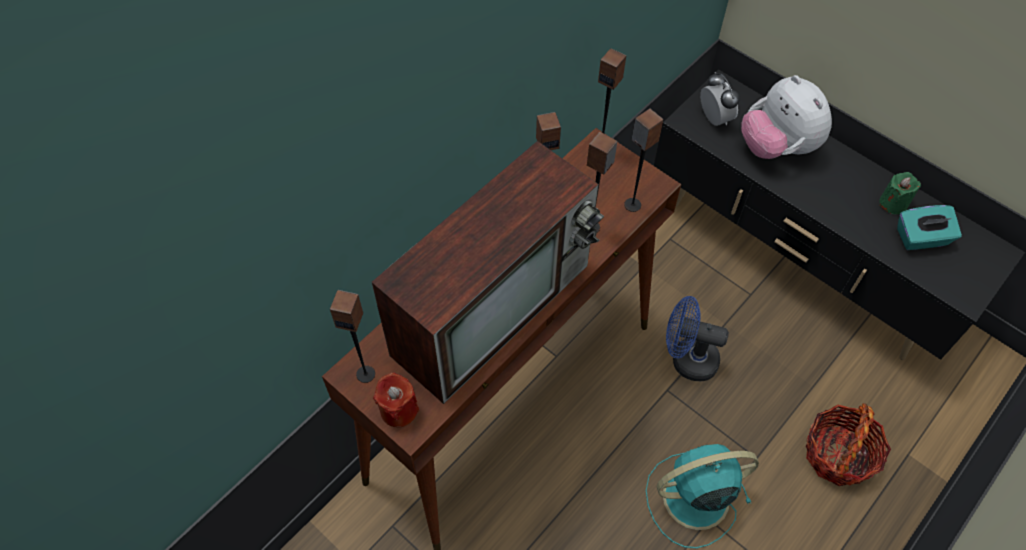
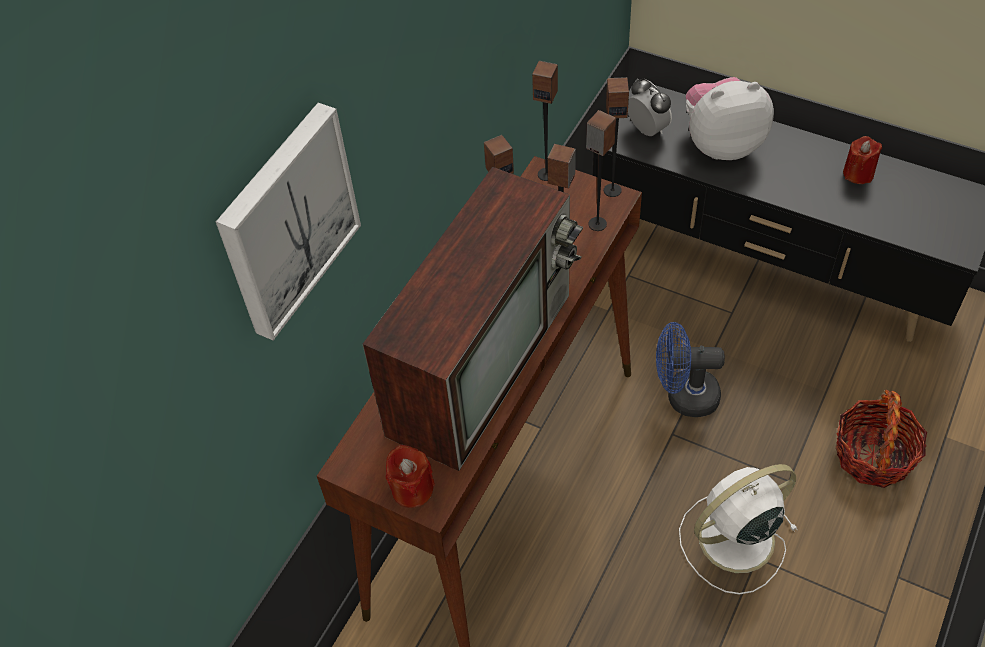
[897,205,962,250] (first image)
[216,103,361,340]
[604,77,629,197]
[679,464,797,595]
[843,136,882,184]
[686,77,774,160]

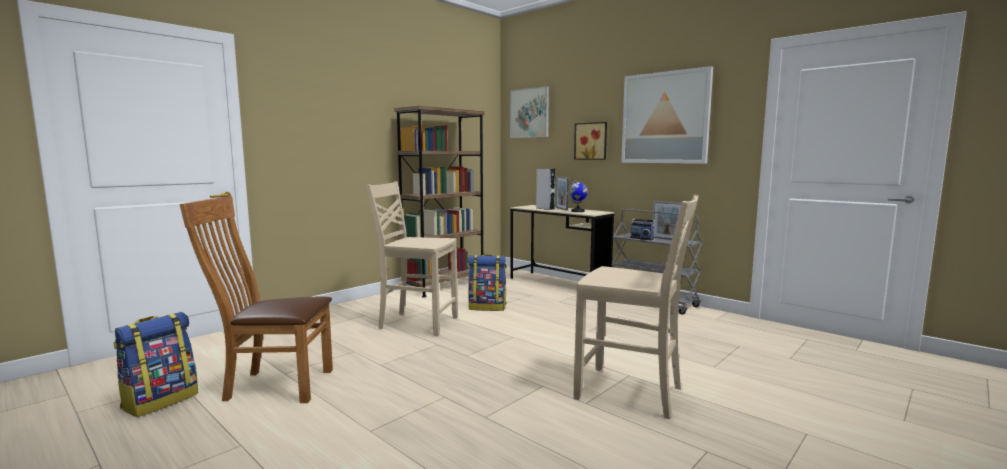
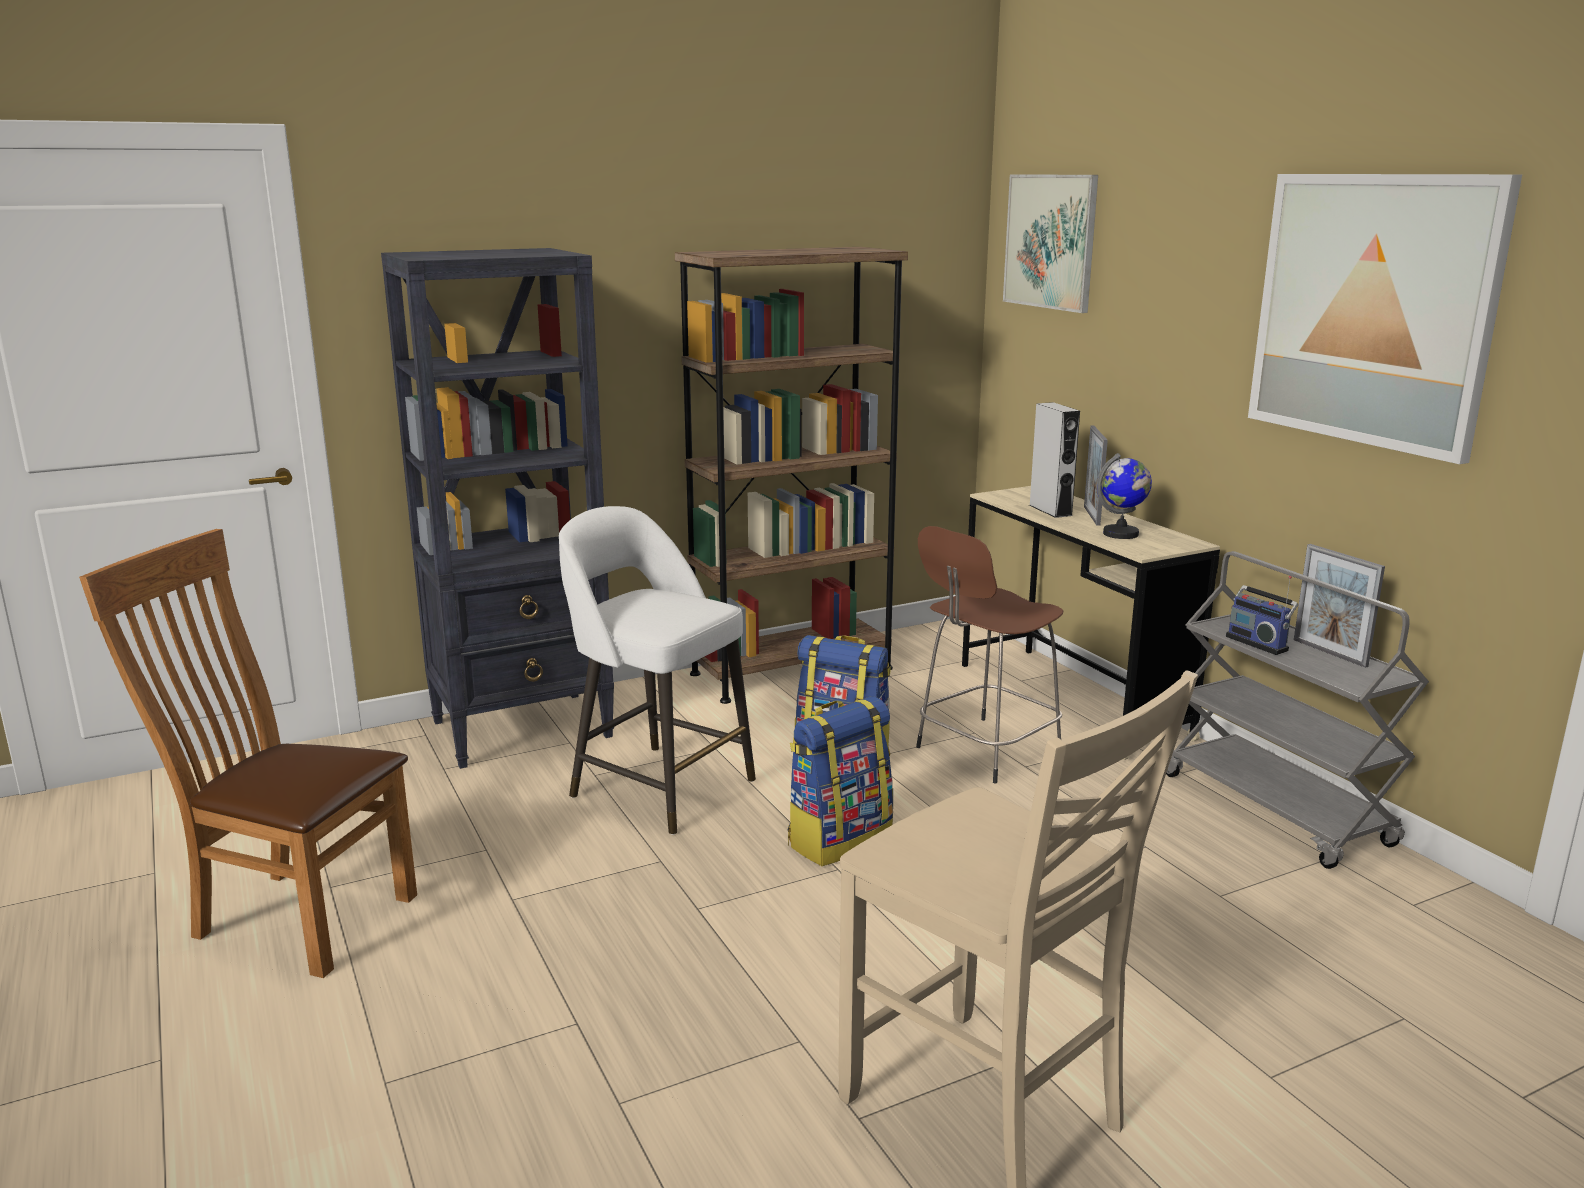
[574,122,607,160] (first image)
[381,248,614,769]
[916,526,1063,783]
[788,697,893,866]
[559,506,756,835]

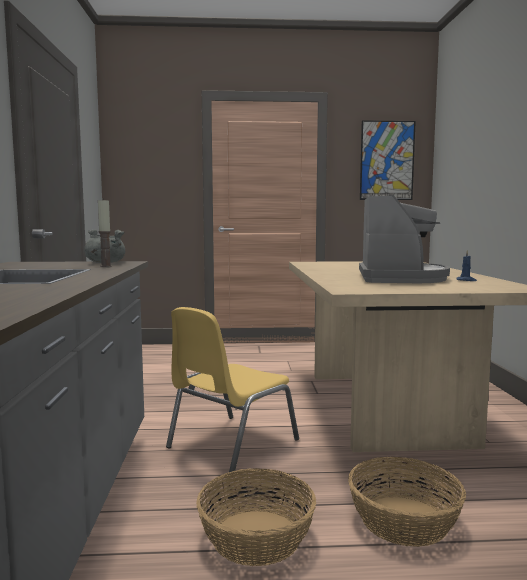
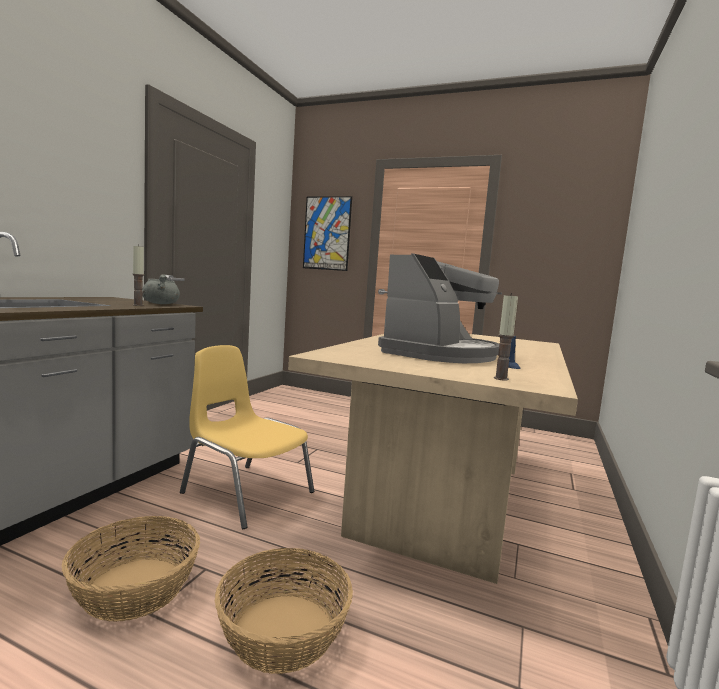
[494,293,518,381]
[303,196,352,271]
[180,345,314,529]

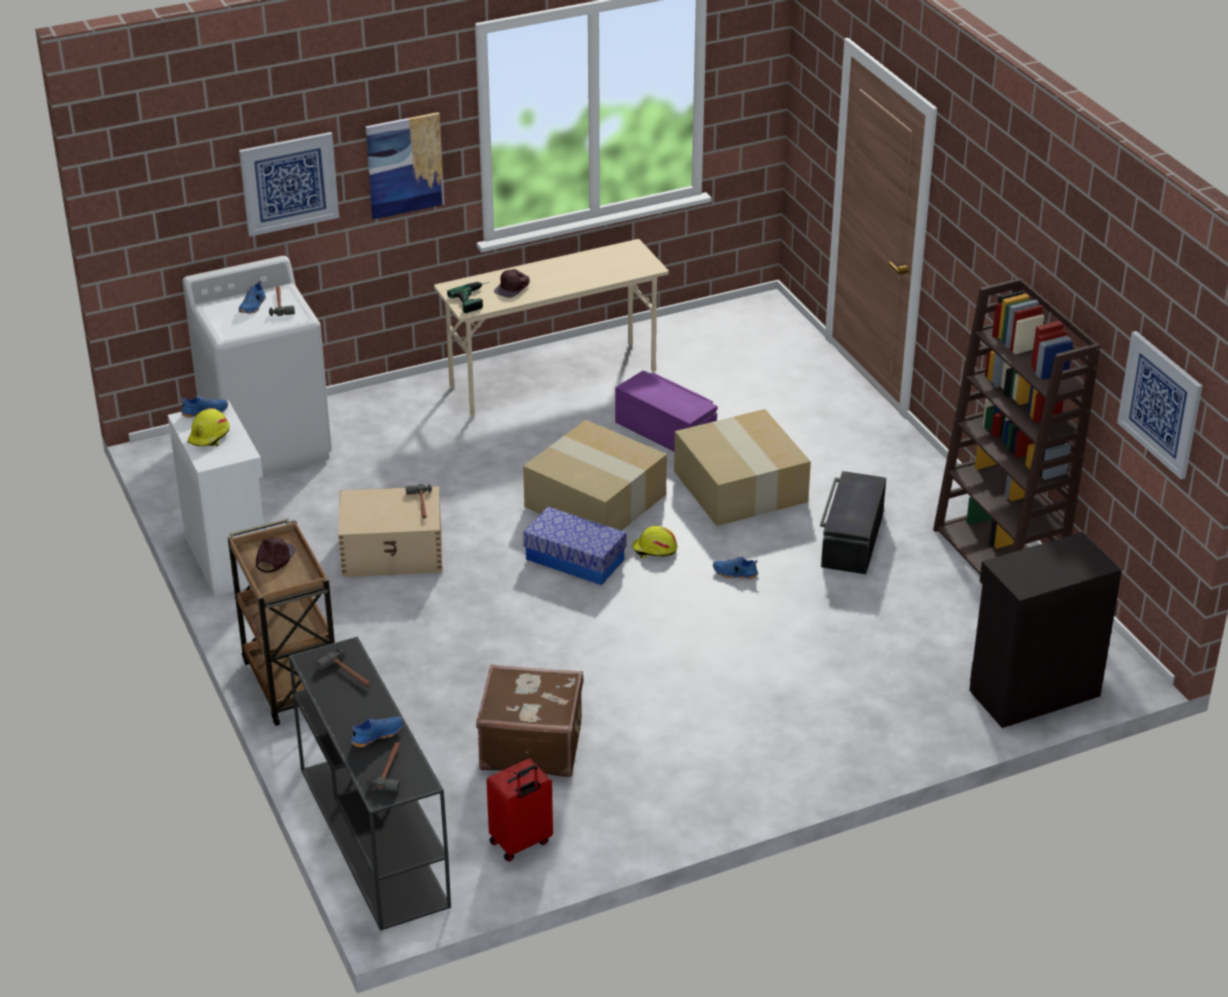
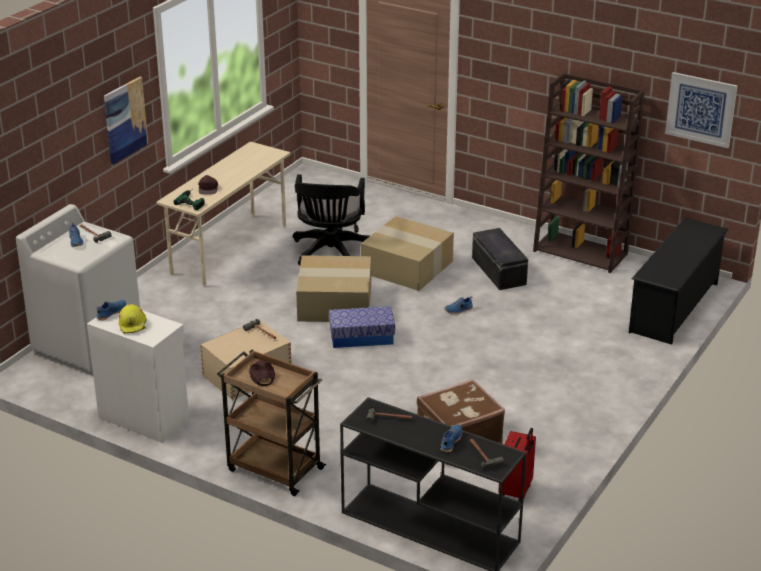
[239,132,339,237] (first image)
[632,526,677,558] (first image)
[293,174,370,265]
[629,218,728,345]

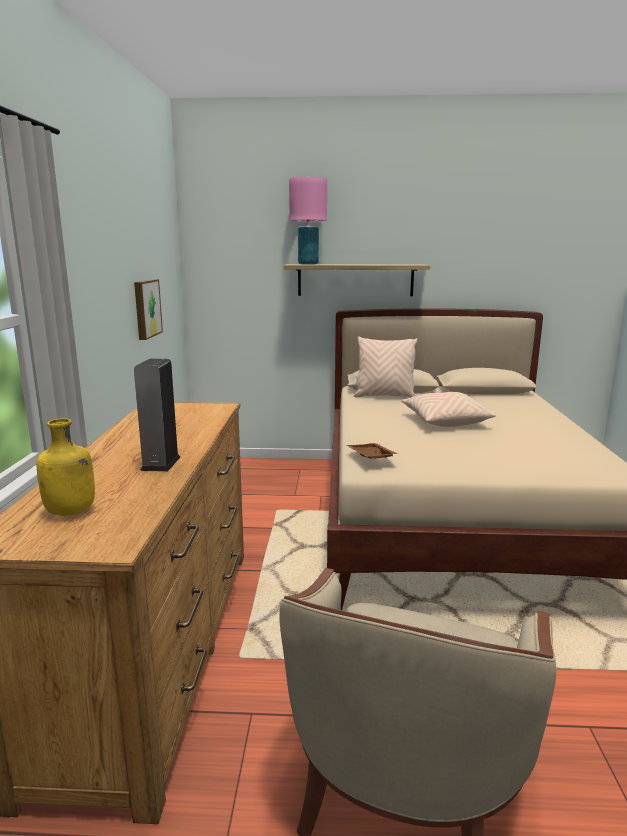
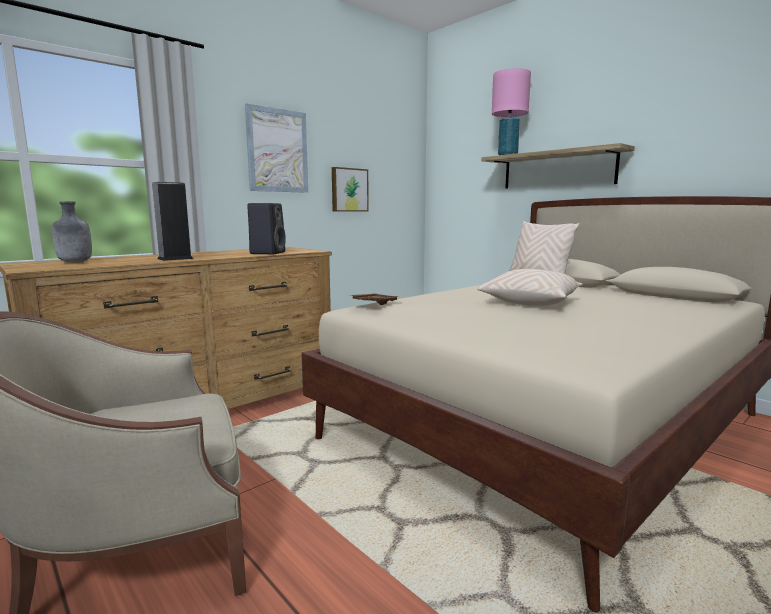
[245,103,308,193]
[247,203,286,254]
[52,201,92,263]

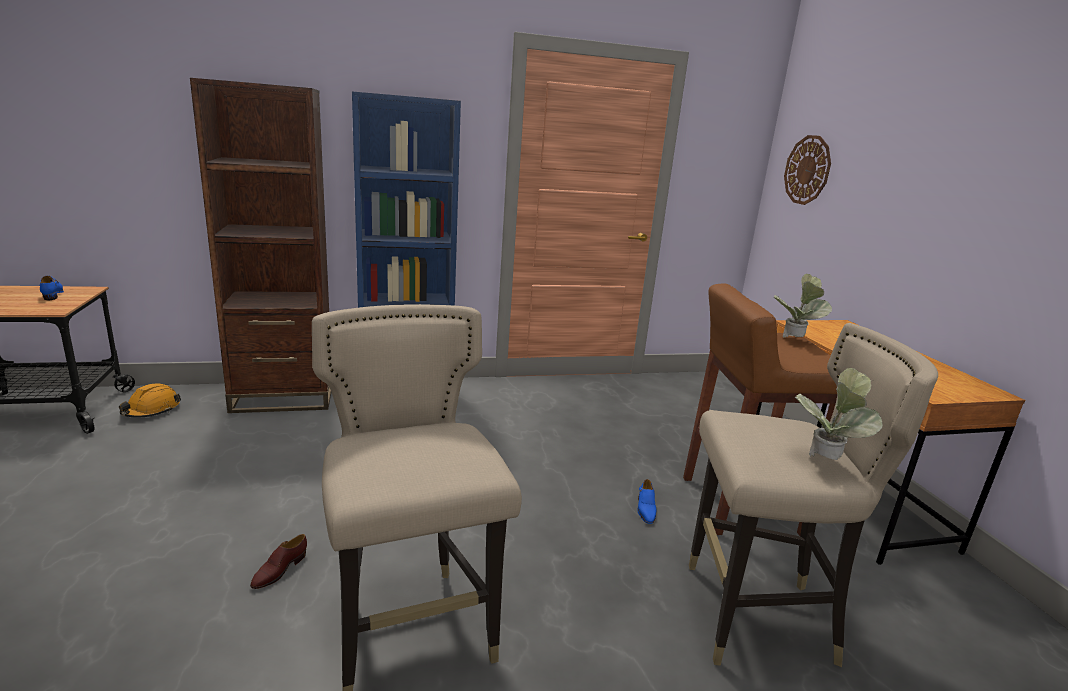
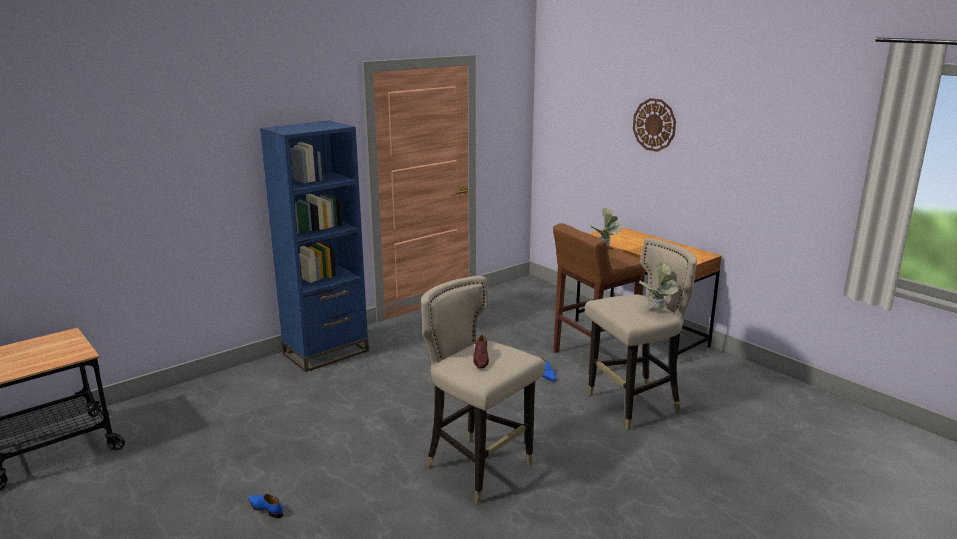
[119,384,181,417] (first image)
[190,78,331,413] (first image)
[249,494,283,518]
[473,335,489,368]
[633,98,676,152]

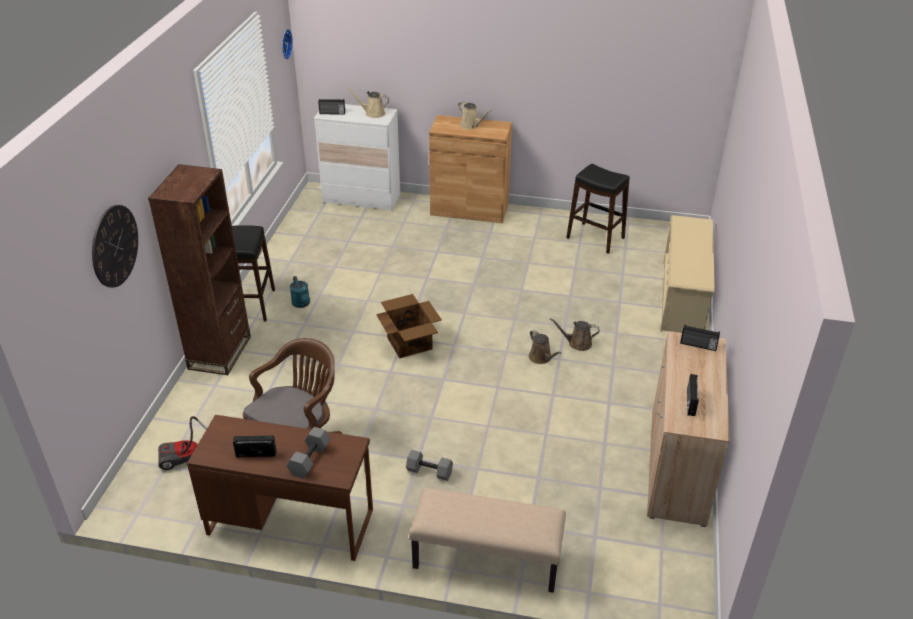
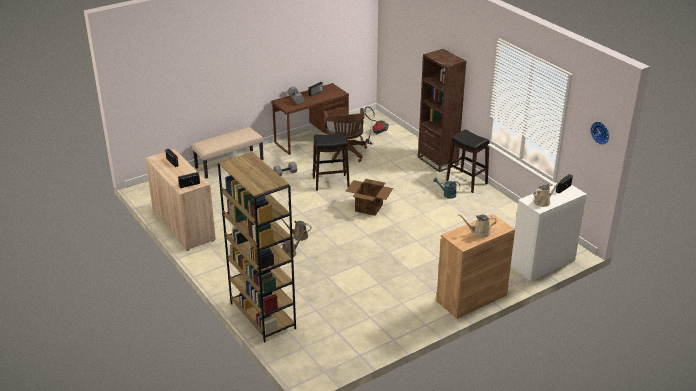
[92,205,138,288] (first image)
[313,133,350,191]
[218,152,296,343]

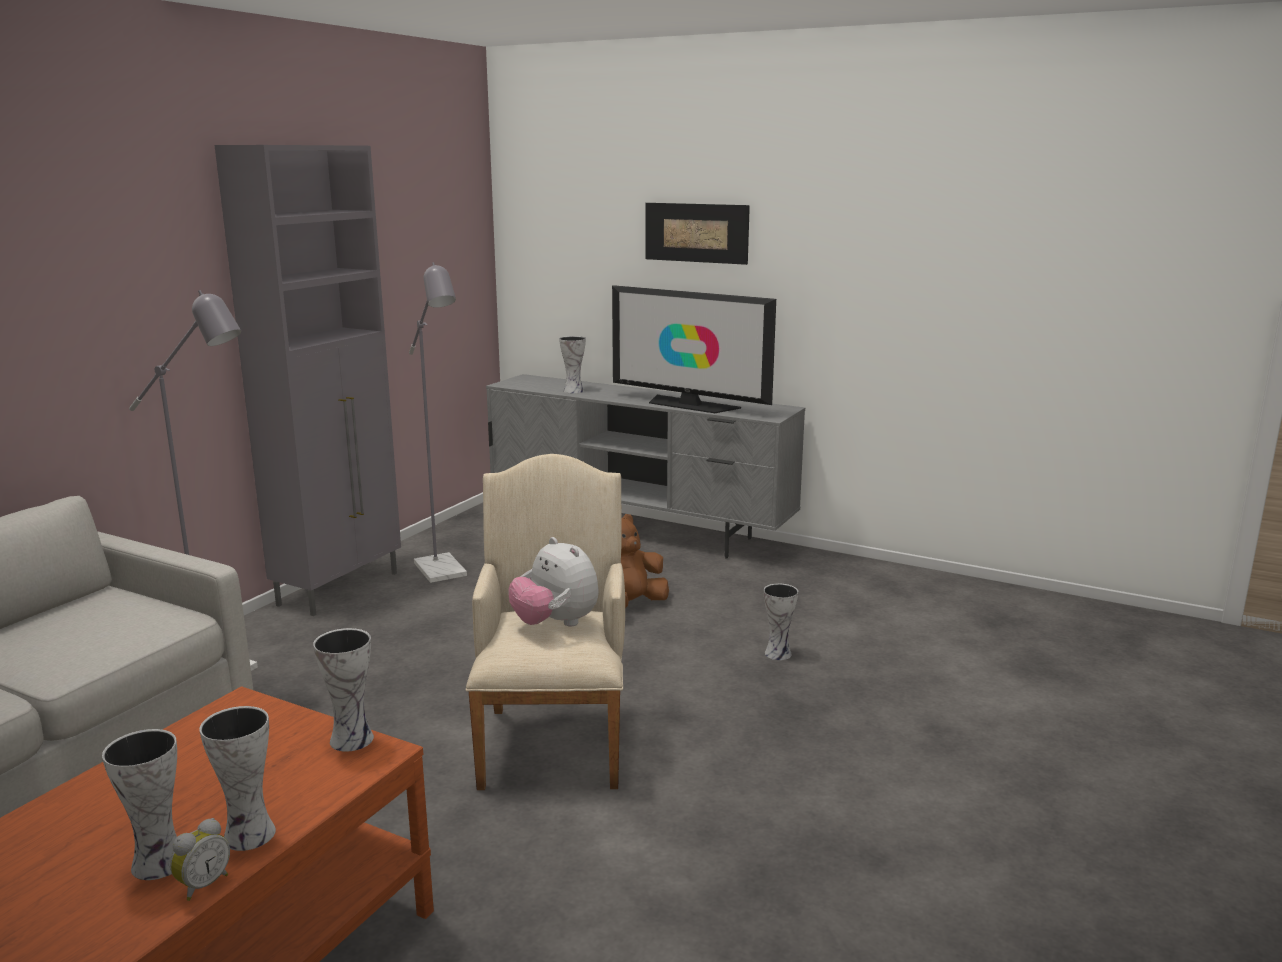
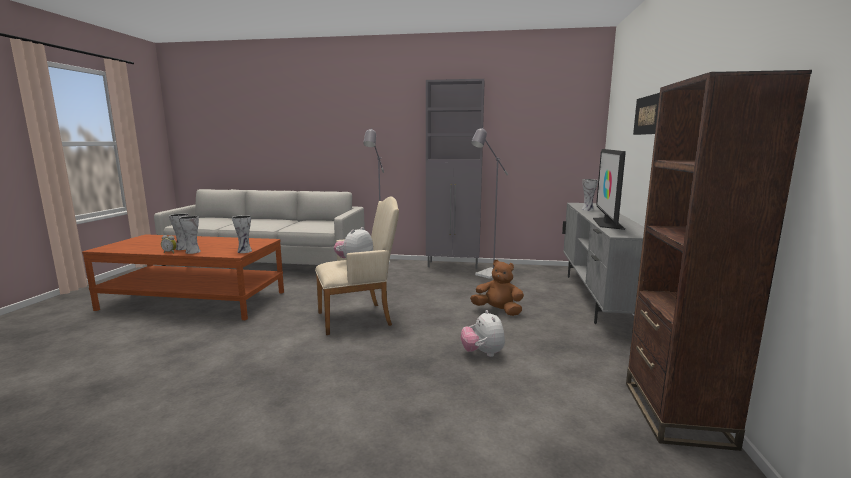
[626,70,812,451]
[461,310,505,357]

